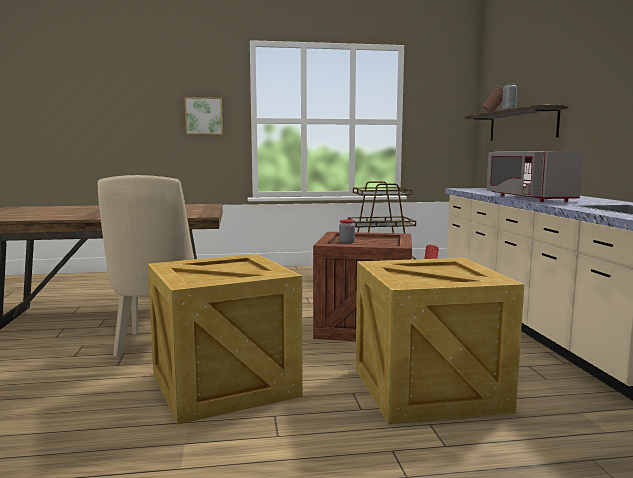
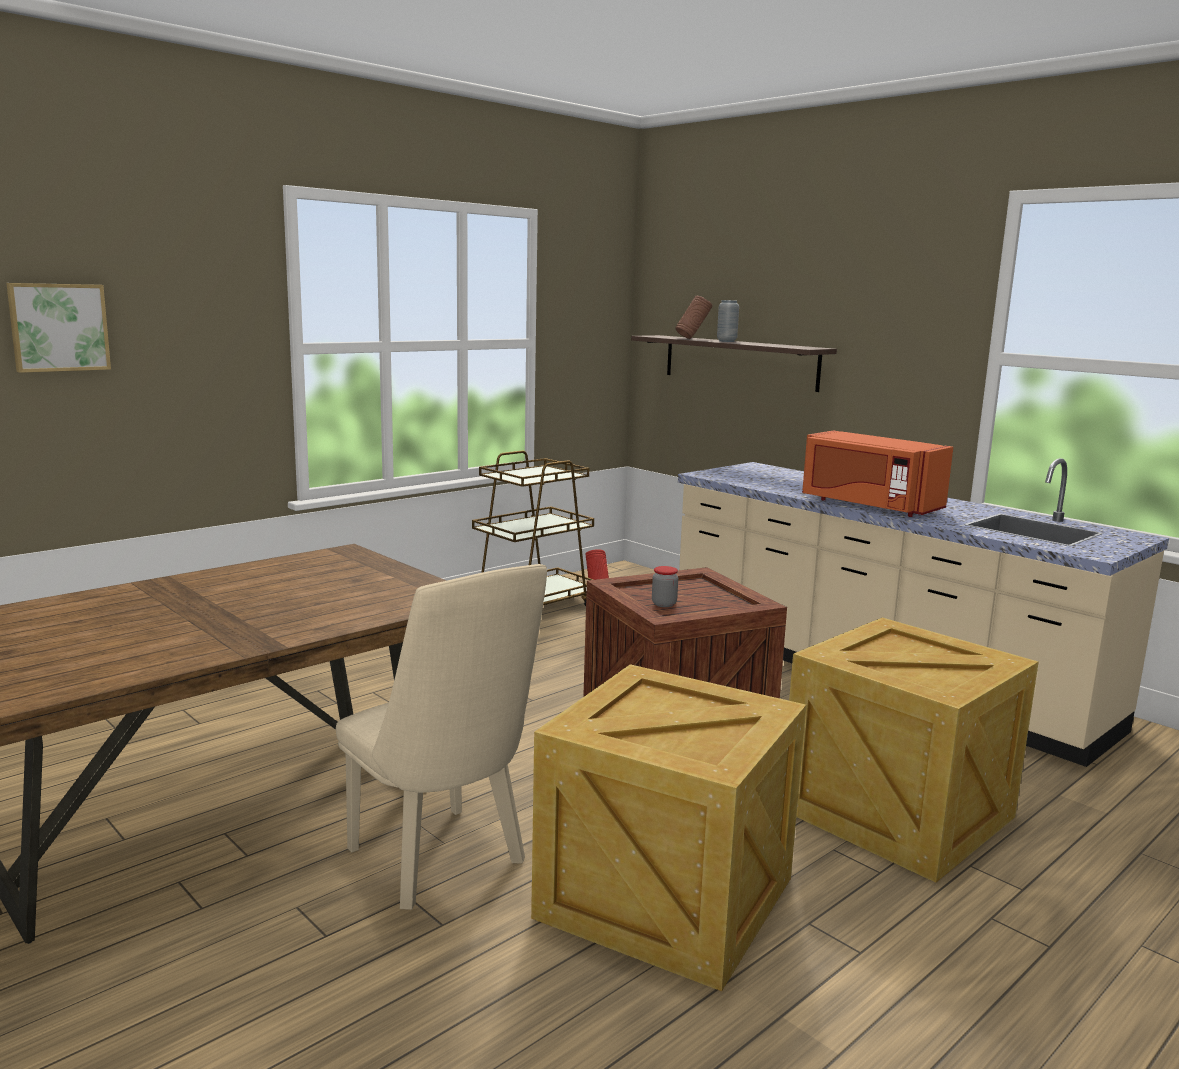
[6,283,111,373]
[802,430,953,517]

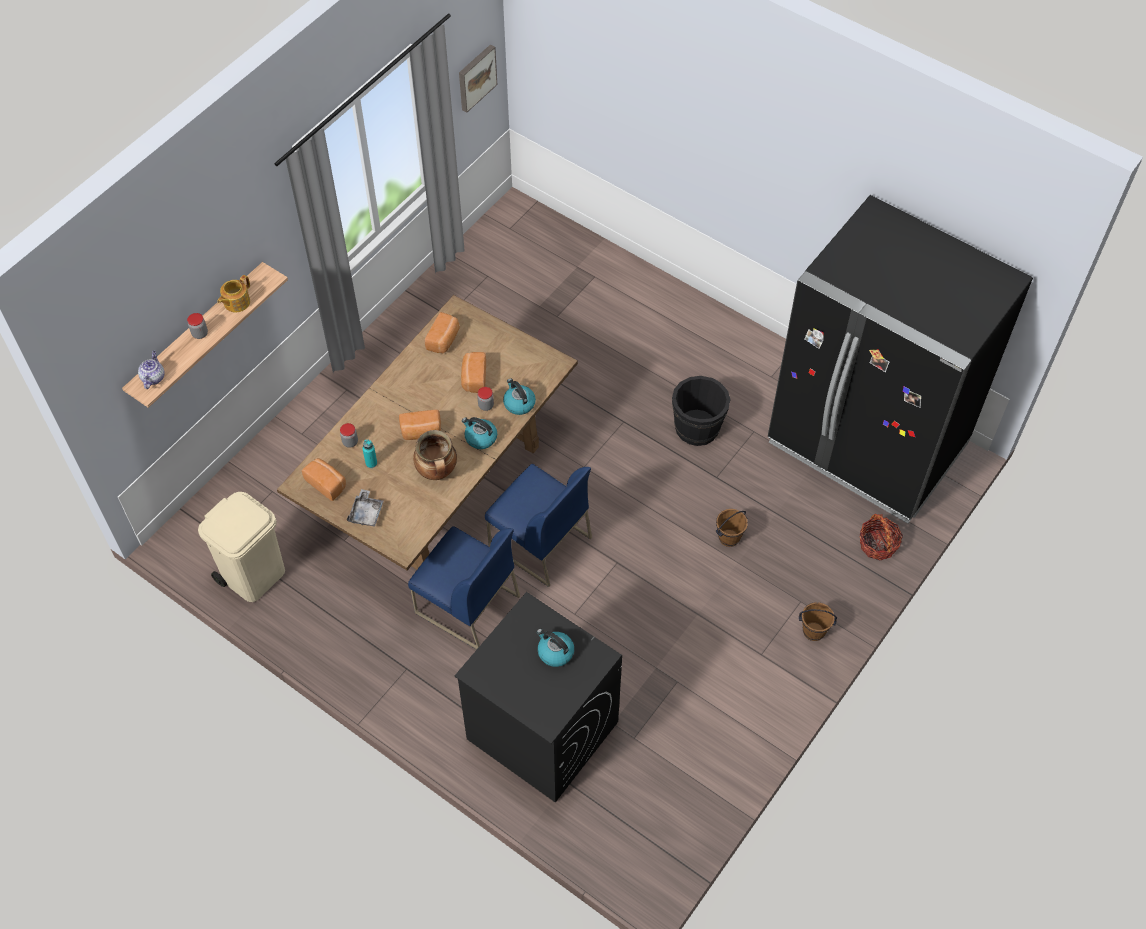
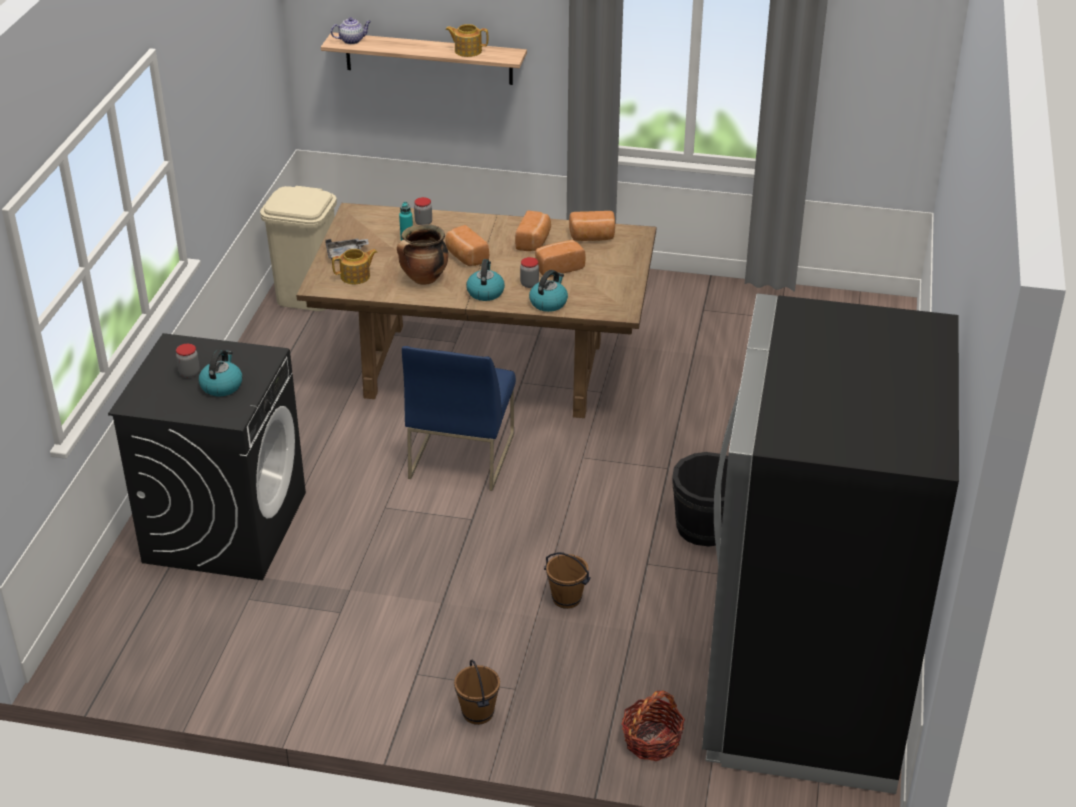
[408,526,520,650] (first image)
[459,44,497,113] (first image)
[332,249,377,284]
[176,344,200,378]
[515,210,551,251]

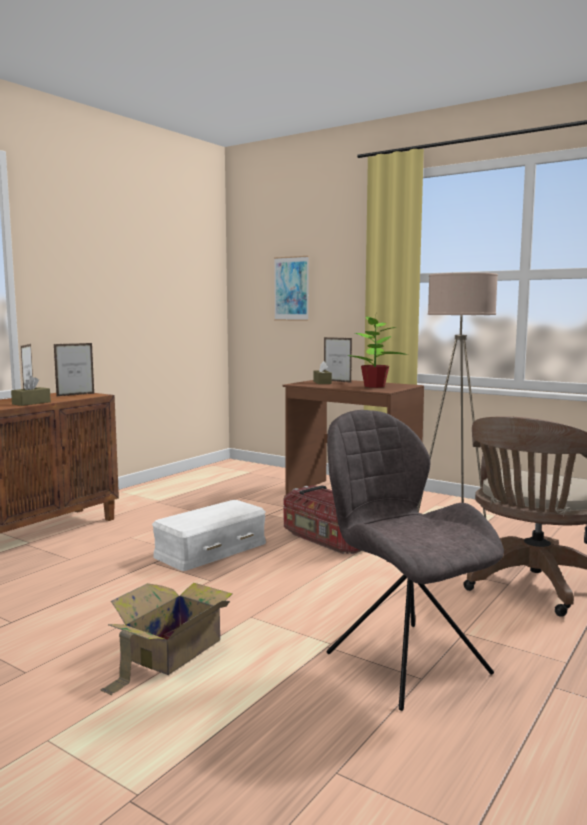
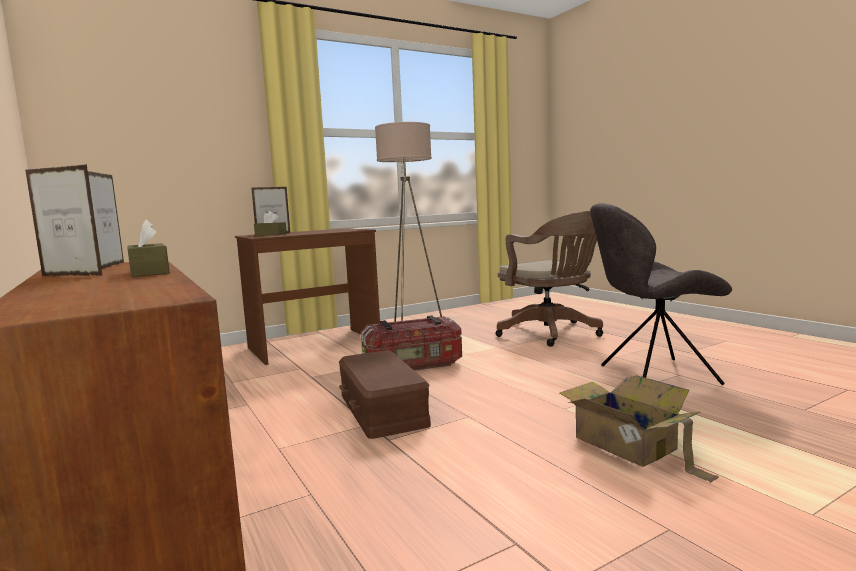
[274,256,309,321] (first image)
[348,316,408,388] (first image)
[339,350,431,439]

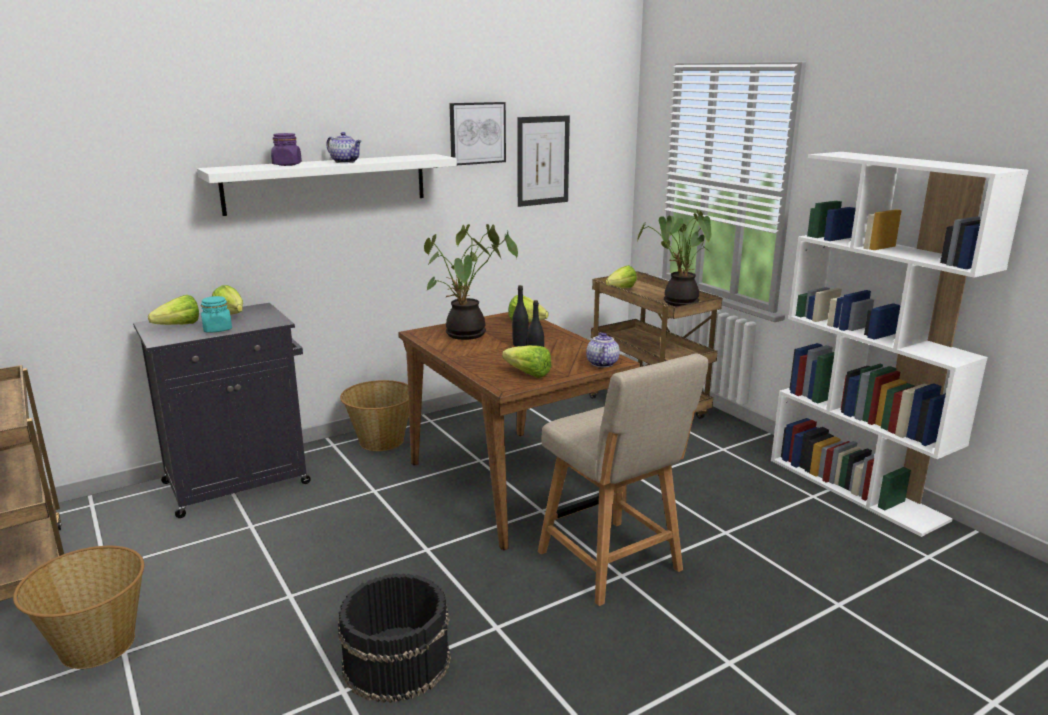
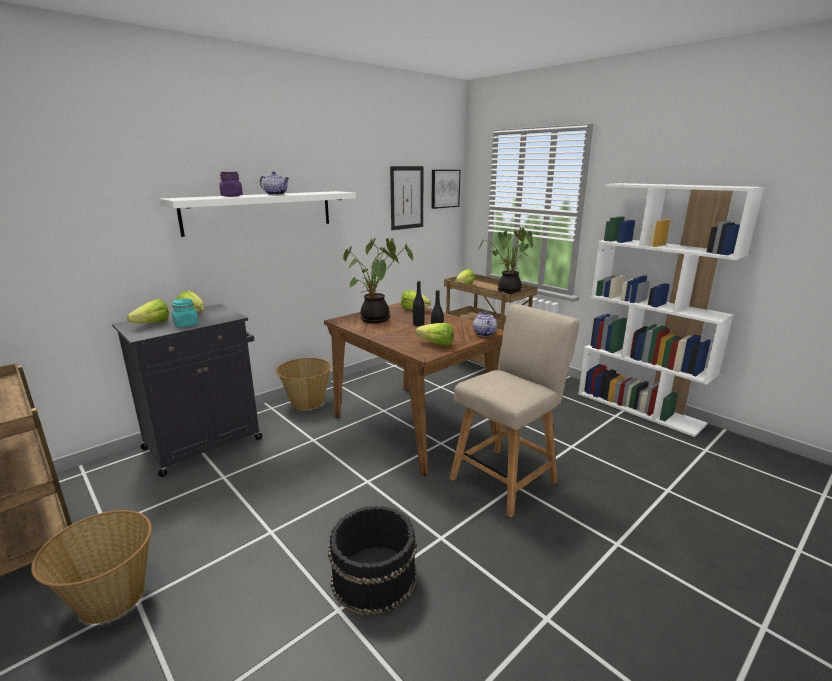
[431,170,460,209]
[450,304,580,517]

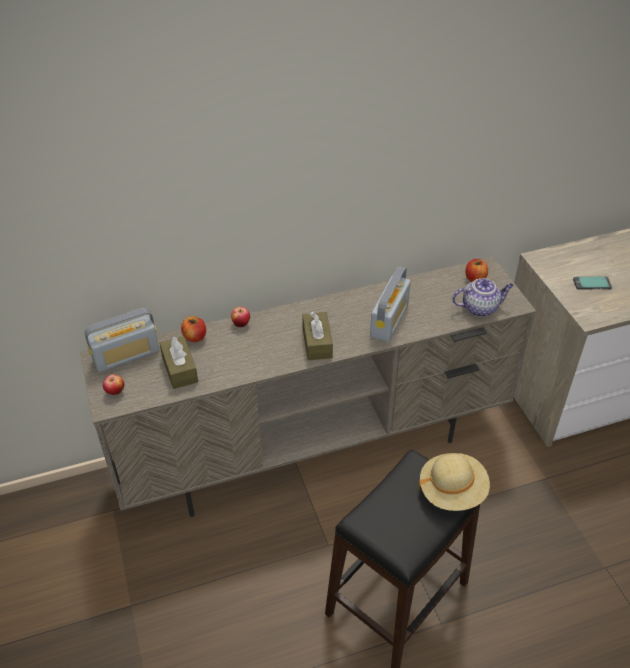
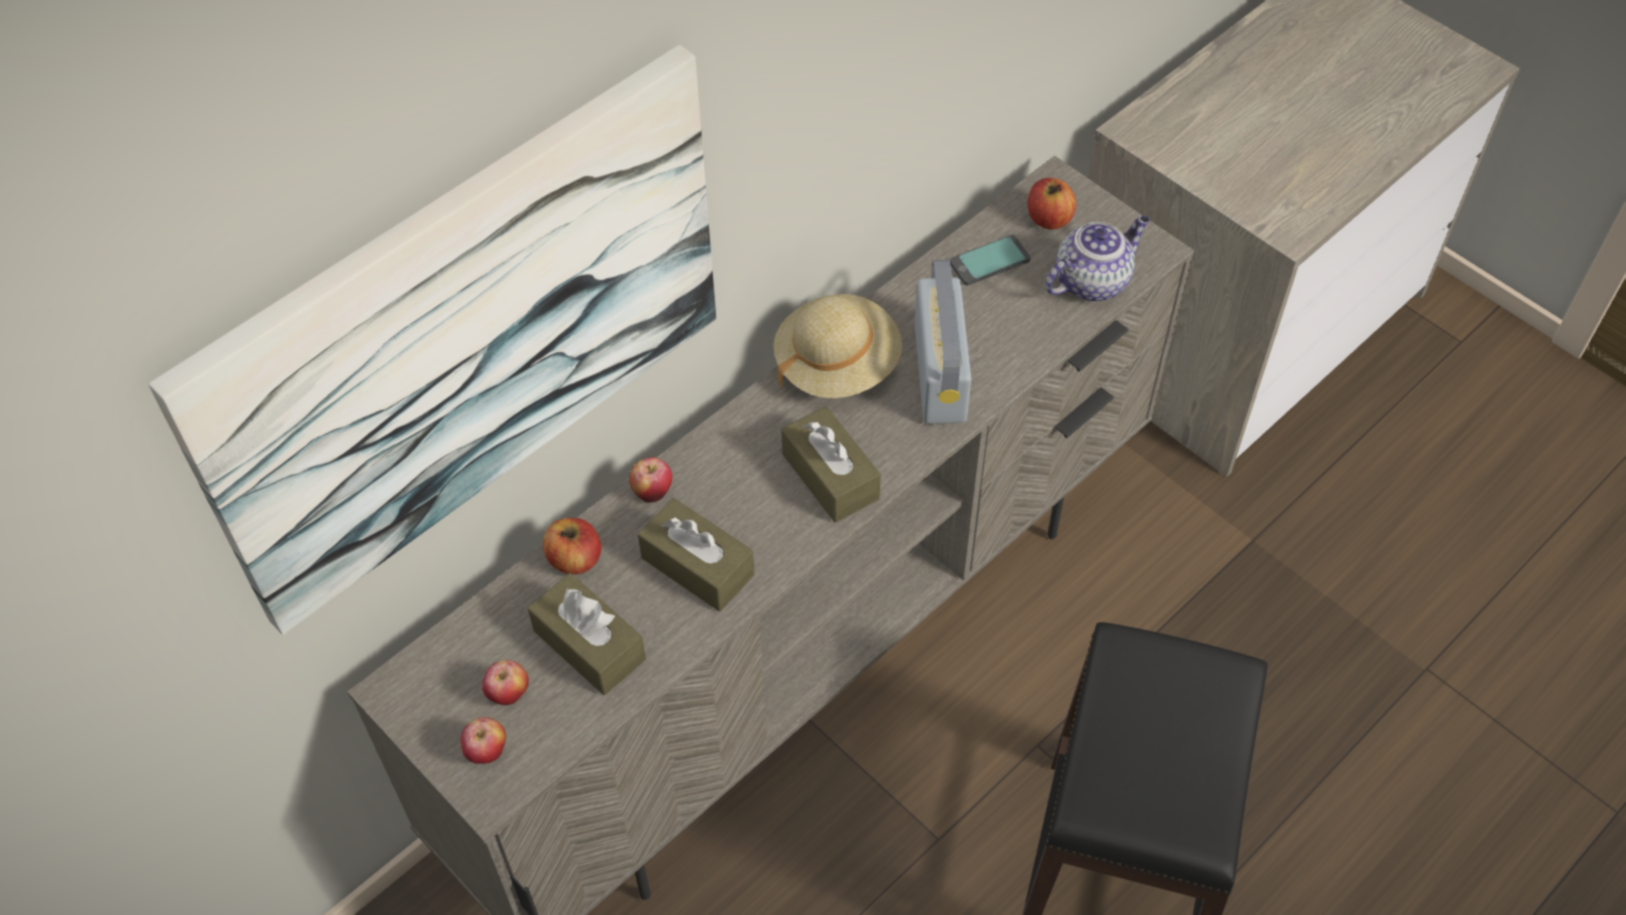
[85,308,159,372] (first image)
[148,44,716,635]
[482,660,529,705]
[638,498,755,611]
[773,294,902,398]
[950,235,1031,285]

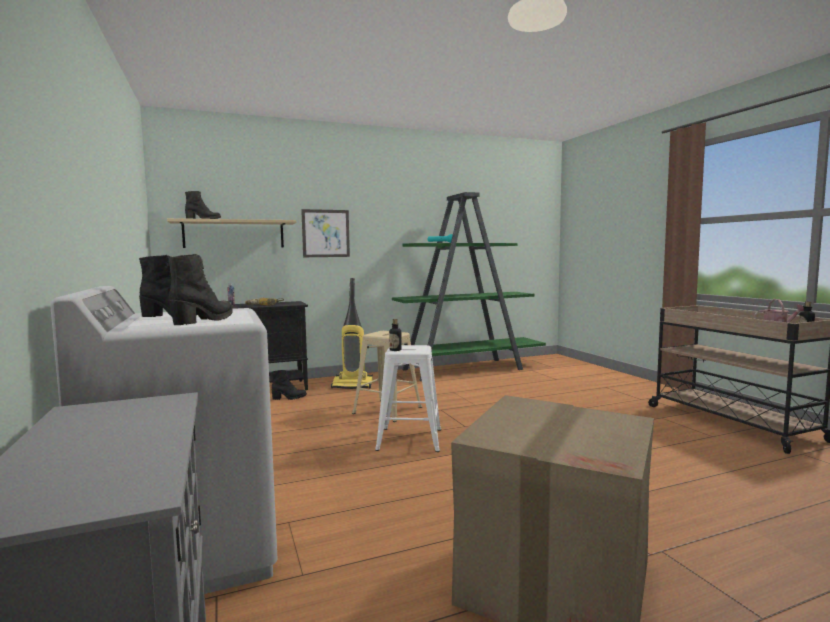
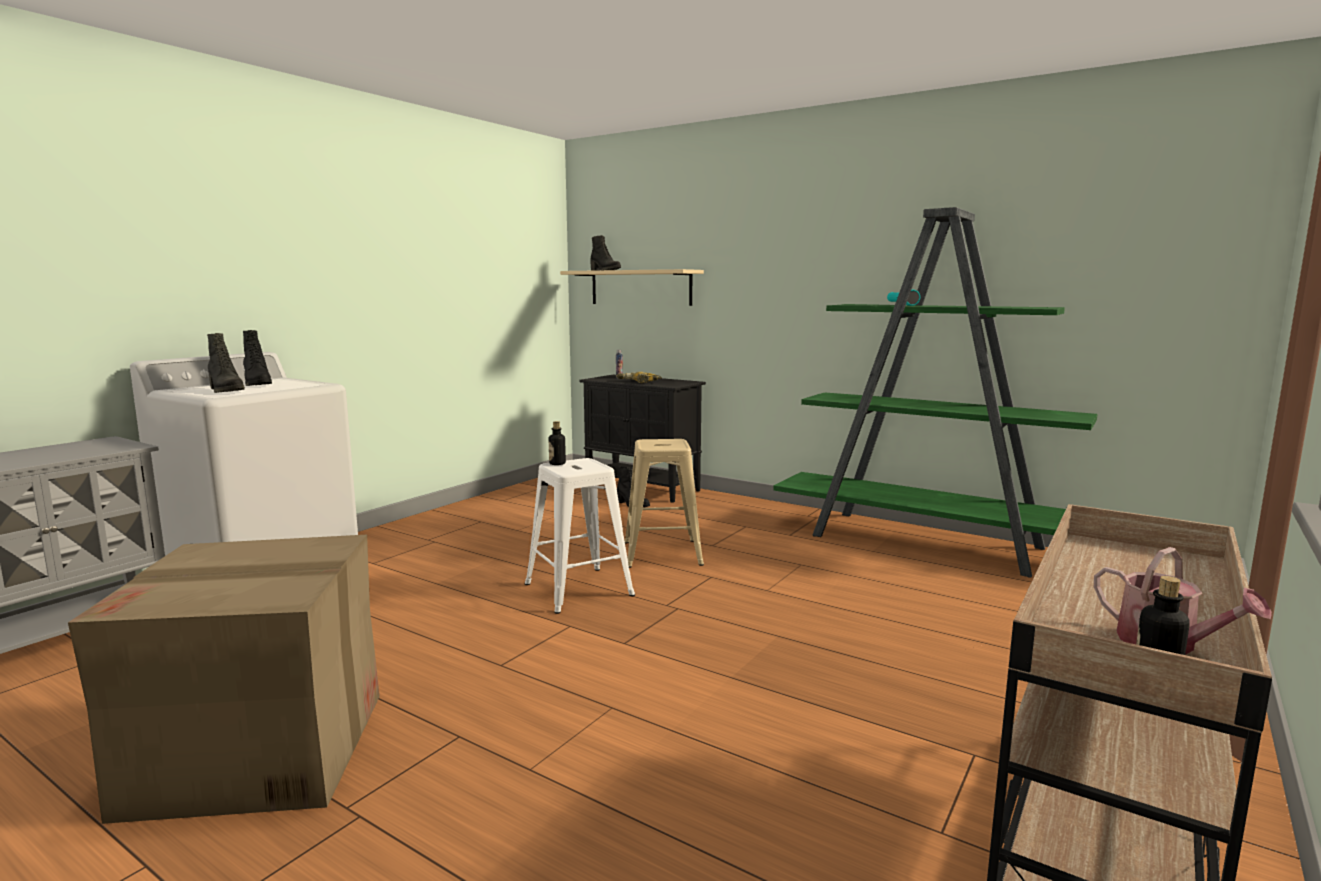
[301,209,350,257] (first image)
[331,278,373,389] (first image)
[207,333,245,393]

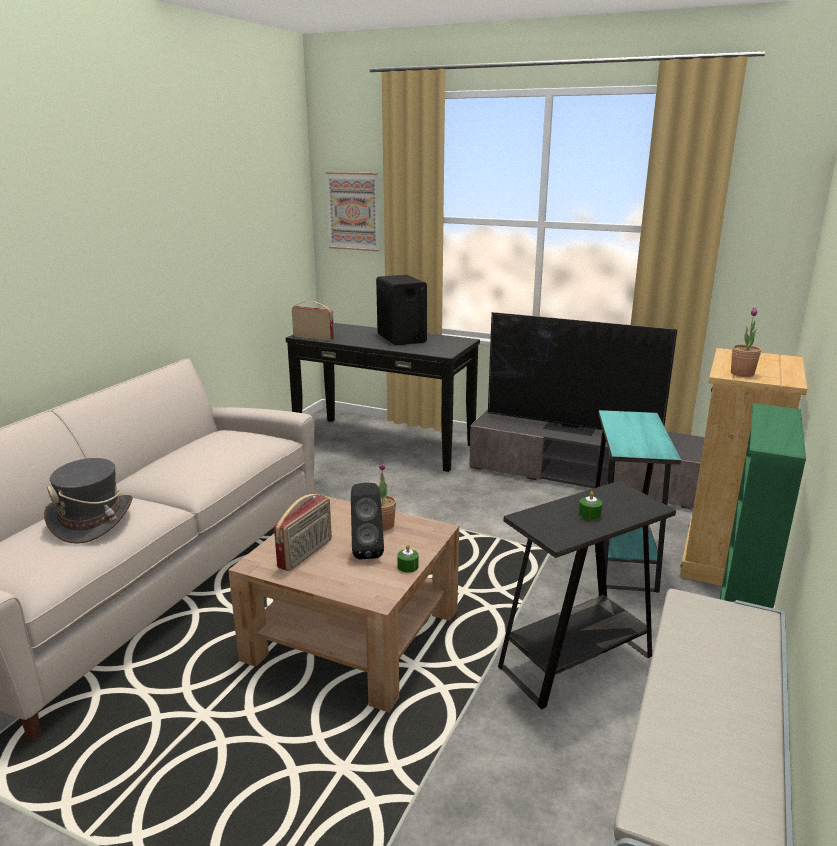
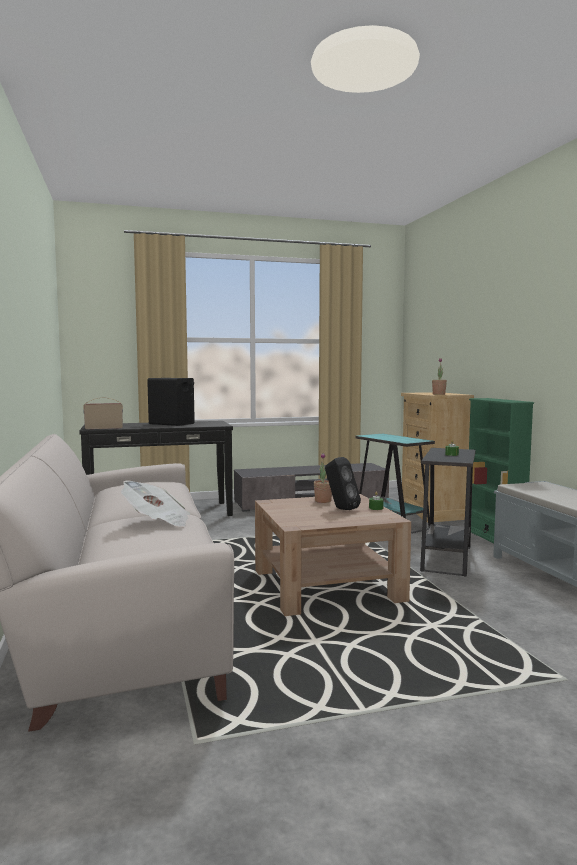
[274,494,332,571] (first image)
[326,172,379,251] (first image)
[488,312,677,436] (first image)
[121,480,190,527]

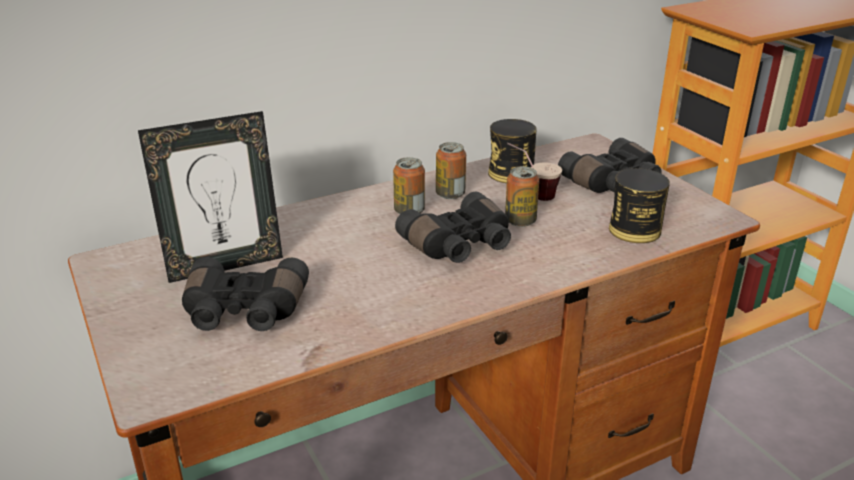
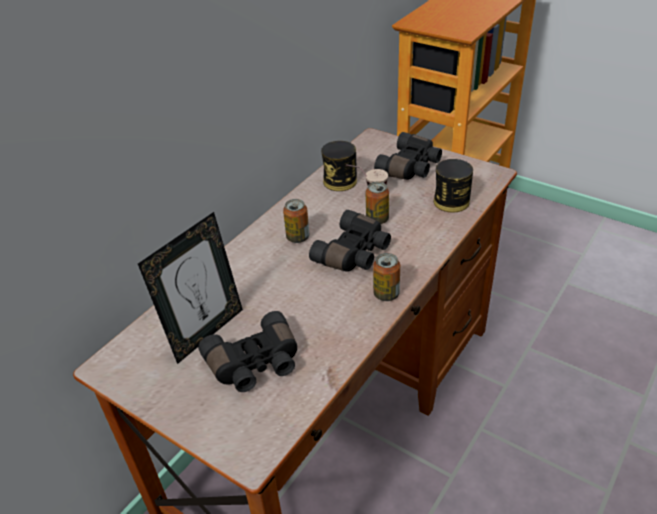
[373,253,400,301]

